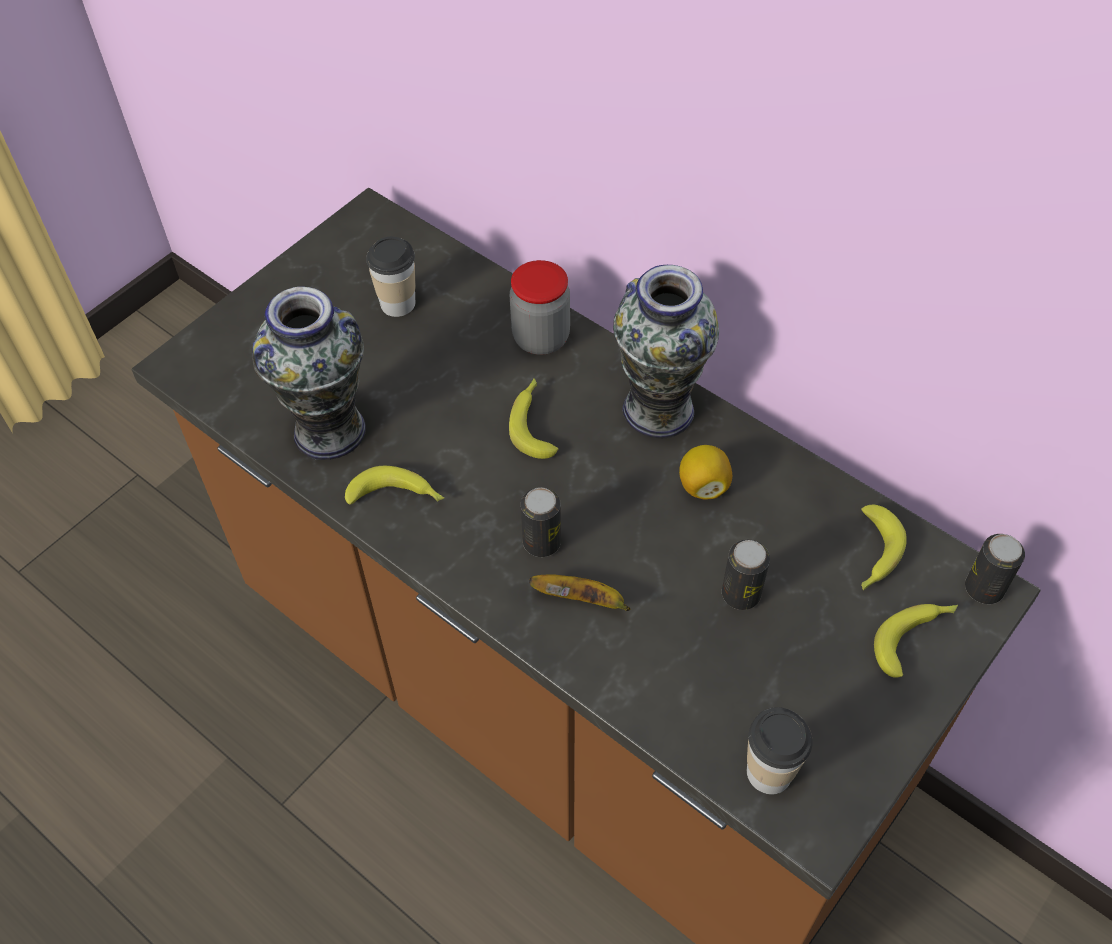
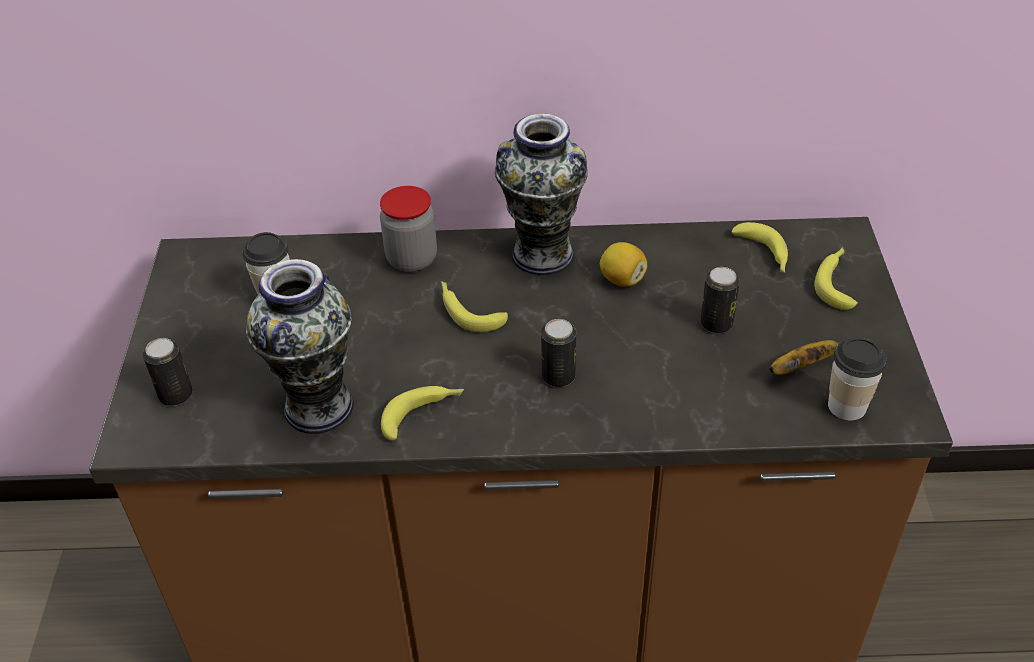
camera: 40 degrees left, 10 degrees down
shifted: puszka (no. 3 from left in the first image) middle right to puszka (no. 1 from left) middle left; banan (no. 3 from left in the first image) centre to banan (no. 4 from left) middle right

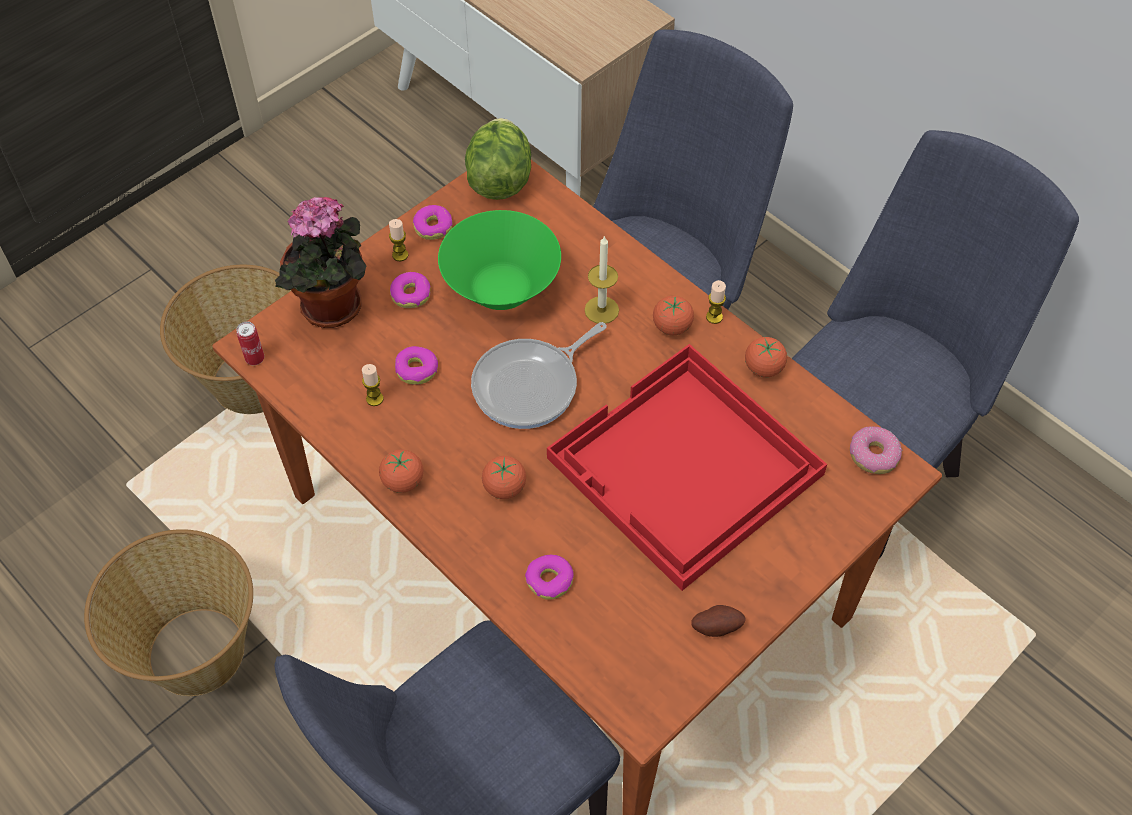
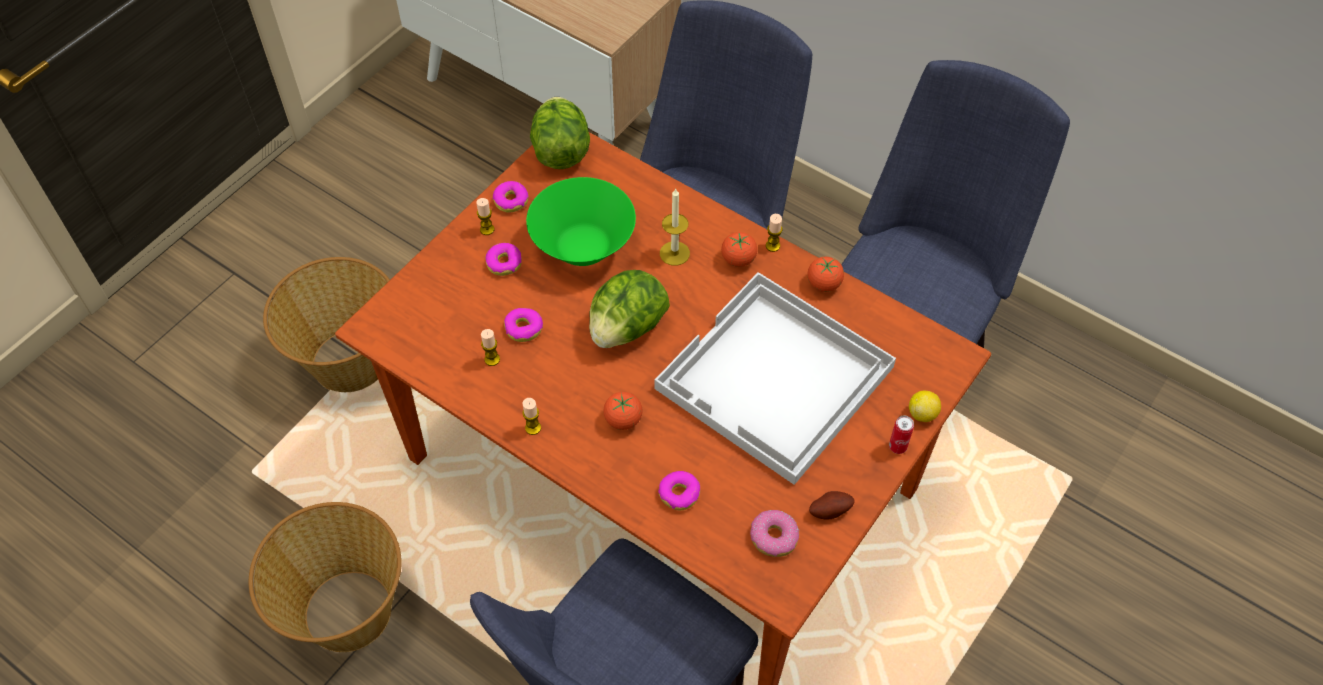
camera: 10 degrees left, 0 degrees up
gone: roślina doniczkowa top left
new: cytryna middle right
shifted: puszka middle left to middle right; donut (no. 5 from left) middle right to bottom centre
swapped: patelnia centre to sałata (no. 2 from left) centre; pomidor (no. 1 from left) centre to świeca (no. 3 from left) centre
repainted: taca/czerwony centre to taca/biały centre

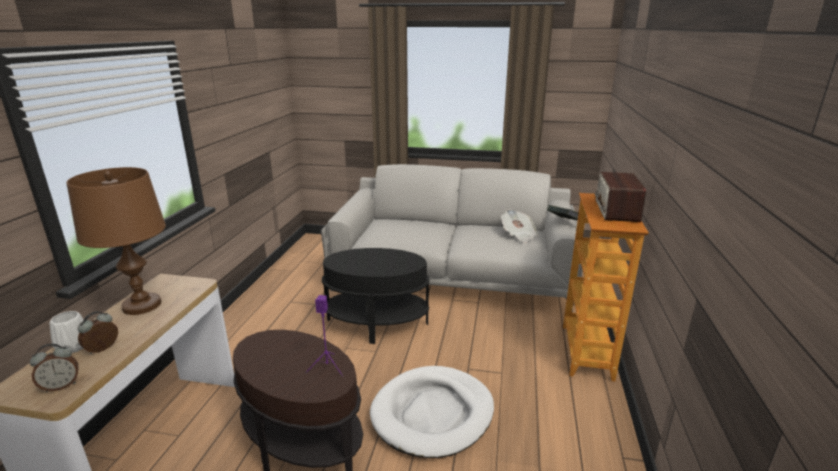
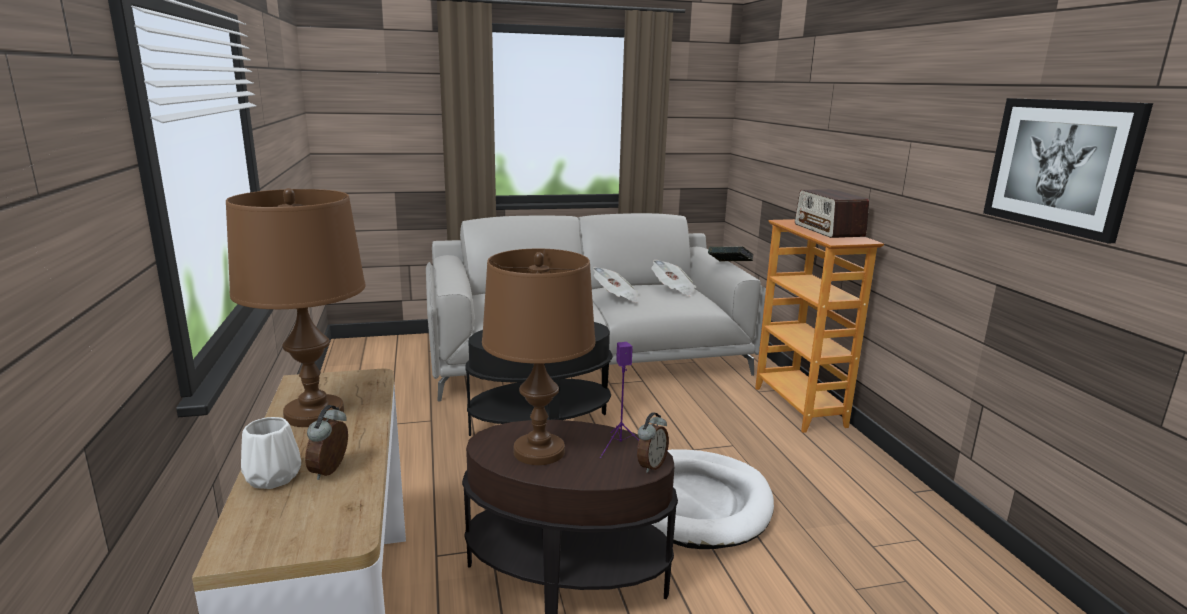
camera: 25 degrees left, 5 degrees down
new: obraz top right; lampa stołowa/brązowy (no. 2 from left) centre; gazeta (no. 1 from left) centre
shifted: budzik (no. 1 from left in the first image) bottom left to budzik (no. 2 from left) bottom centre

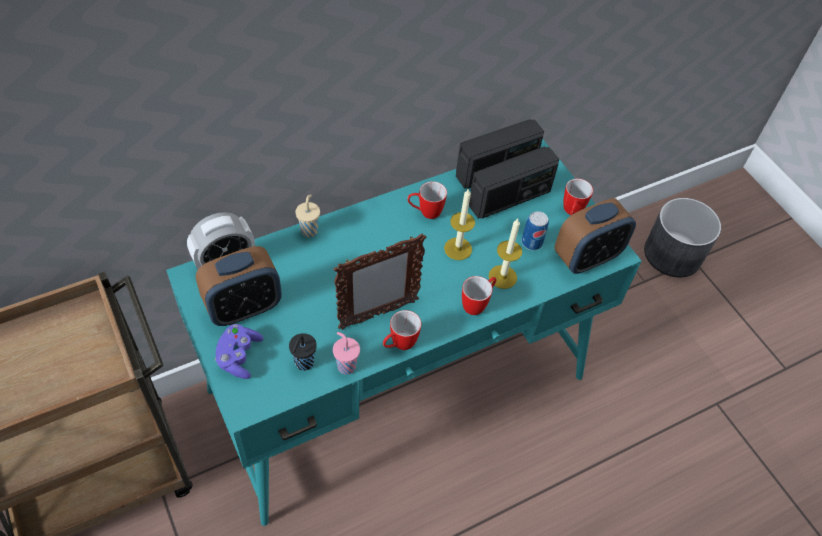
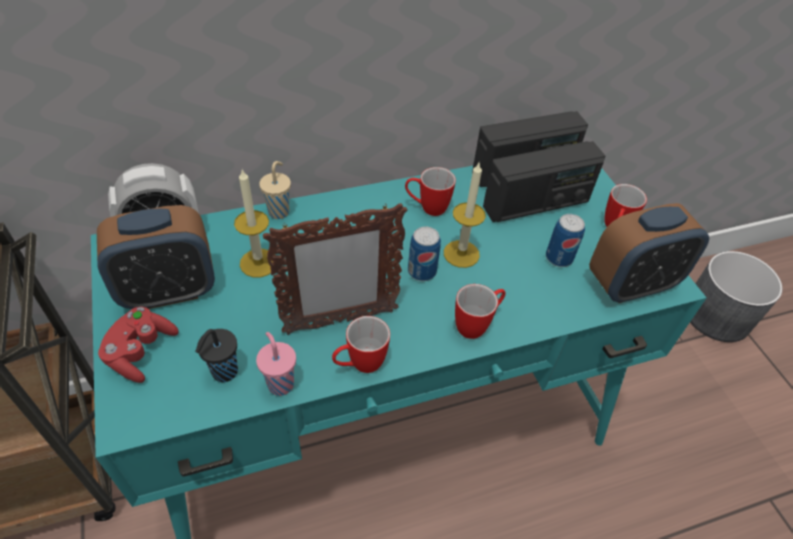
camera: 10 degrees right, 5 degrees down
new: puszka (no. 1 from left) centre
shifted: świeca (no. 2 from left in the first image) centre to świeca (no. 1 from left) middle left
repainted: pad do gier/fioletowy middle left to pad do gier/czerwony middle left

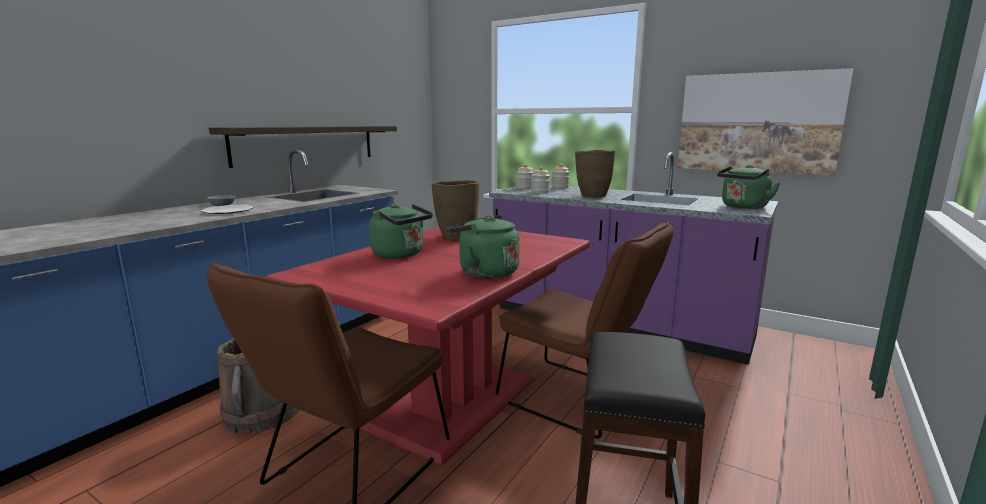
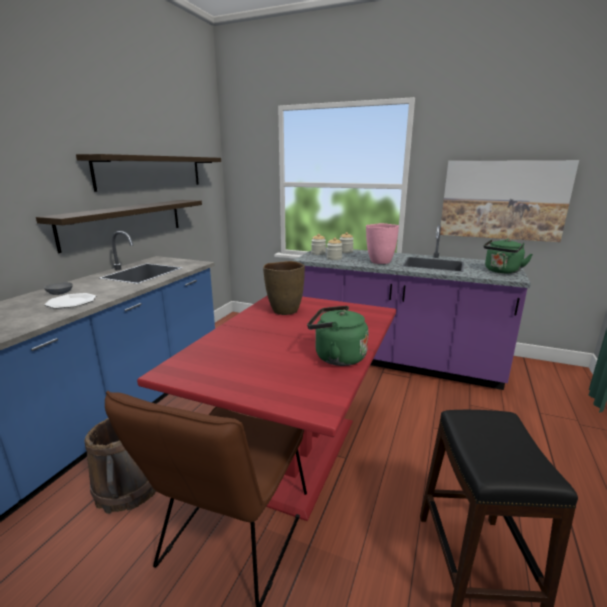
camera: 10 degrees left, 5 degrees up
gone: czajnik/zielony (no. 1 from left) centre; krzesło/brązowy (no. 2 from left) centre
new: półka (no. 2 from left) top left
repainted: wazon/brązowy (no. 2 from left) centre to wazon/różowy centre

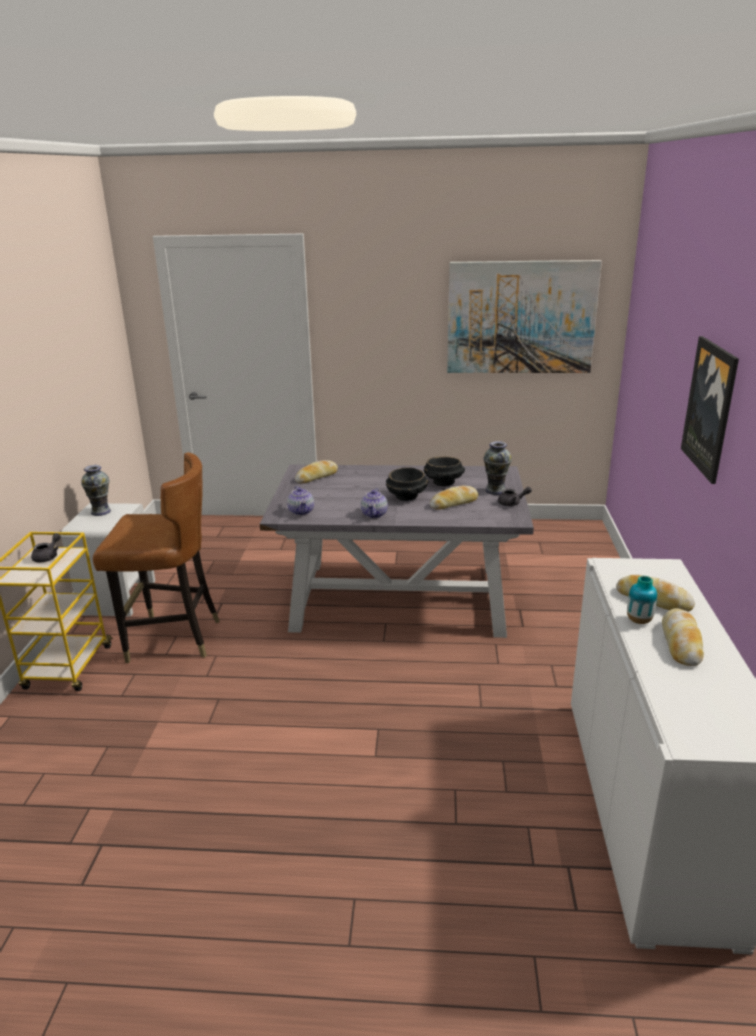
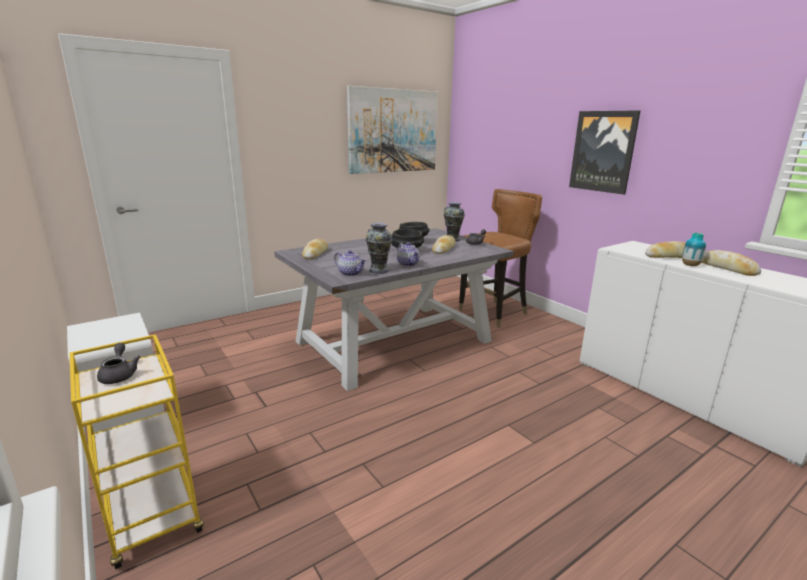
camera: 40 degrees left, 5 degrees down
shifted: krzesło/brązowy middle left to centre; wazon (no. 1 from left) middle left to centre

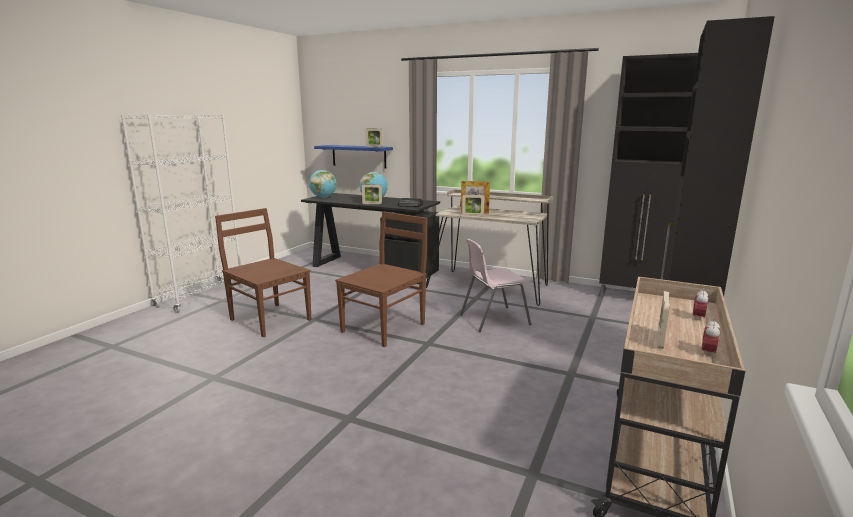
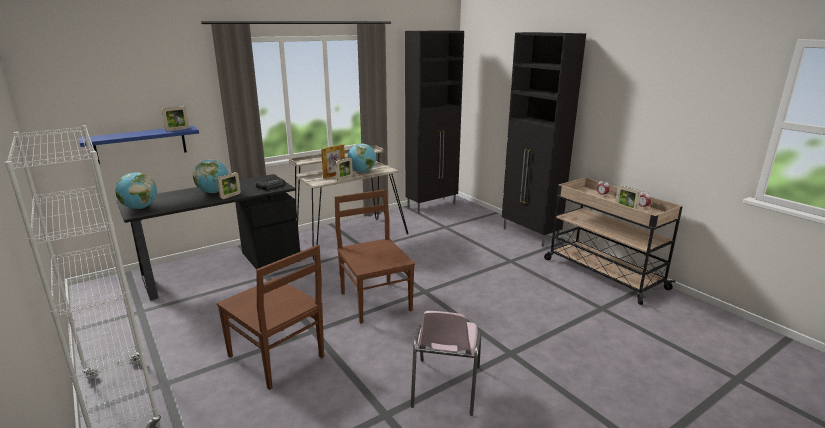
camera: 60 degrees left, 5 degrees up
new: globus (no. 3 from left) centre
shifted: krzesło/różowy centre to bottom centre
rotated: krzesło/brązowy (no. 1 from left) middle left = bottom left 120 degrees counterclockwise

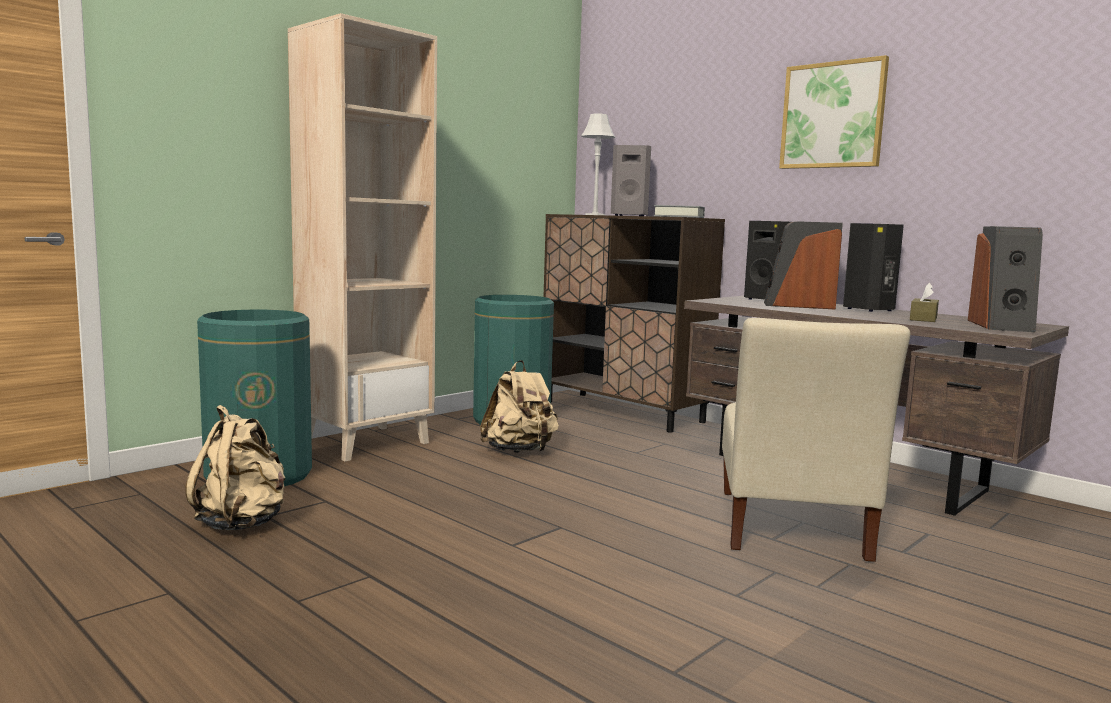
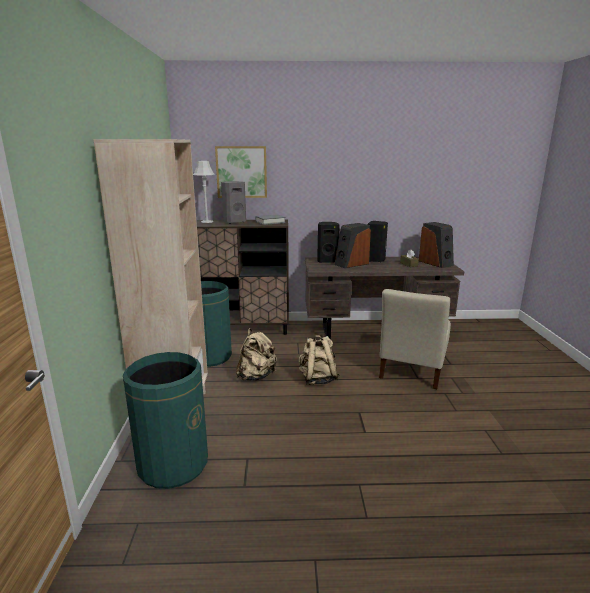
camera: 45 degrees left, 10 degrees up
shifted: obraz top right to top centre; plecak/beżowy (no. 1 from left in the first image) middle left to plecak/beżowy (no. 2 from left) centre
rotated: krzesło/beżowy middle right = middle right 60 degrees clockwise

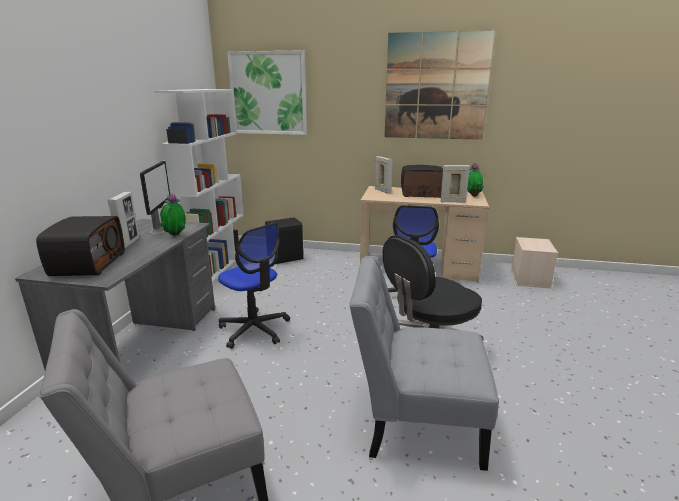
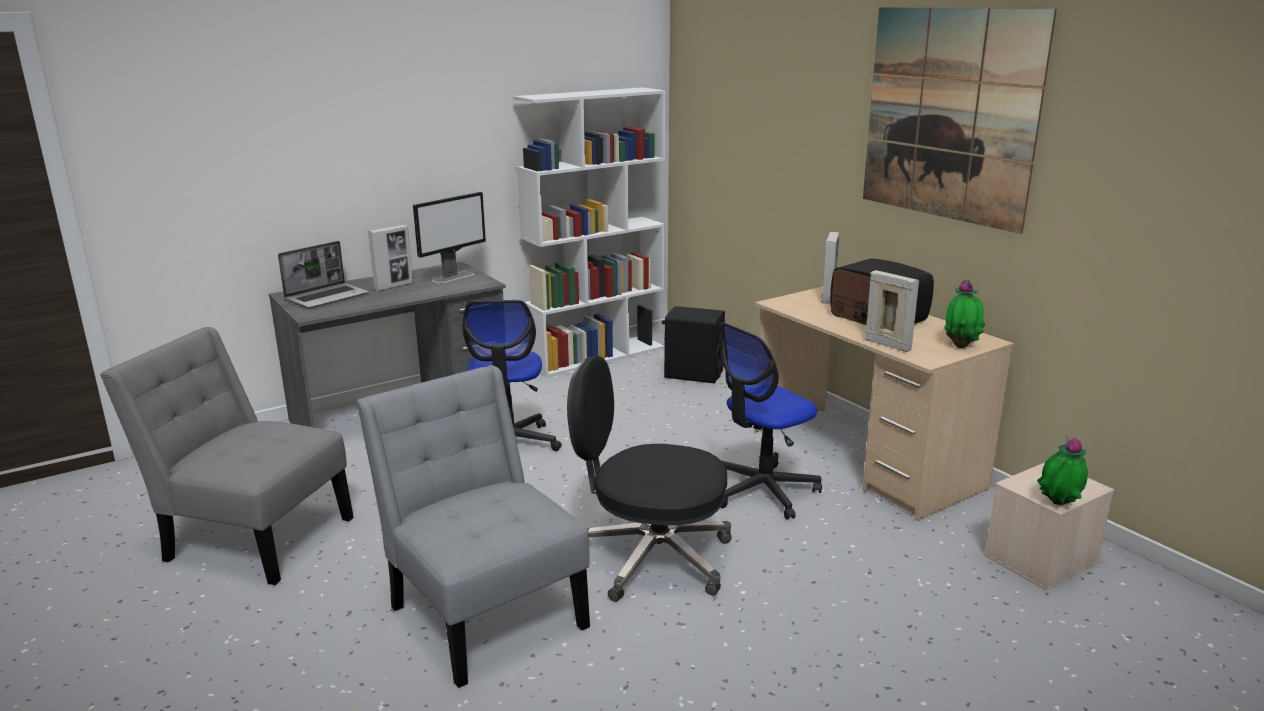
camera: 45 degrees right, 0 degrees up
gone: obraz (no. 1 from left) top centre
shifted: roślina doniczkowa (no. 1 from left in the first image) middle left to roślina doniczkowa (no. 2 from left) middle right
swapped: radio (no. 1 from left) middle left to laptop middle left

